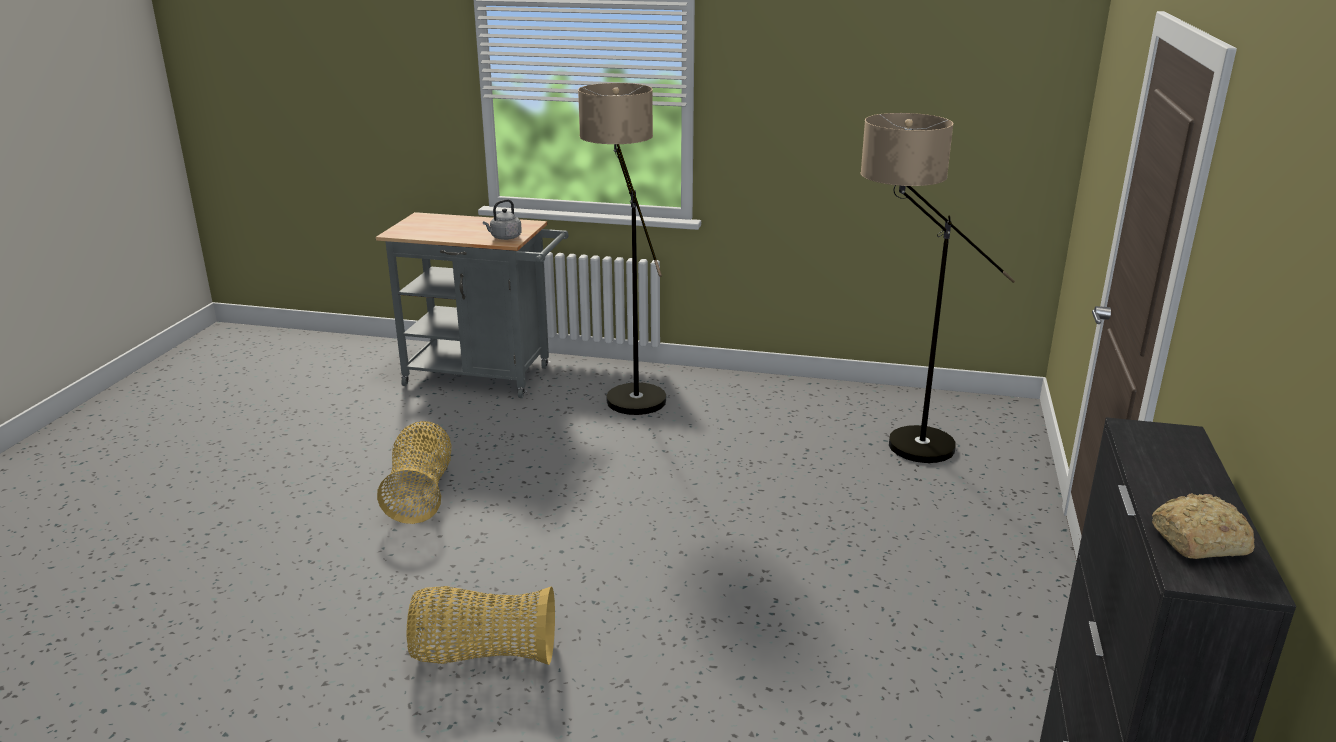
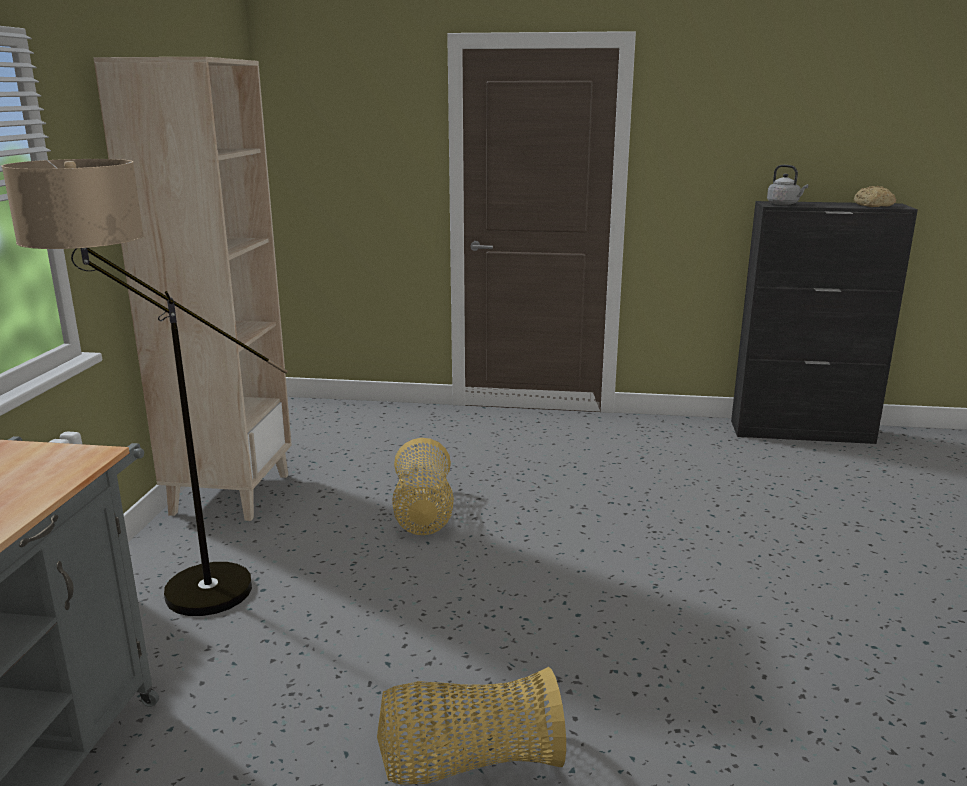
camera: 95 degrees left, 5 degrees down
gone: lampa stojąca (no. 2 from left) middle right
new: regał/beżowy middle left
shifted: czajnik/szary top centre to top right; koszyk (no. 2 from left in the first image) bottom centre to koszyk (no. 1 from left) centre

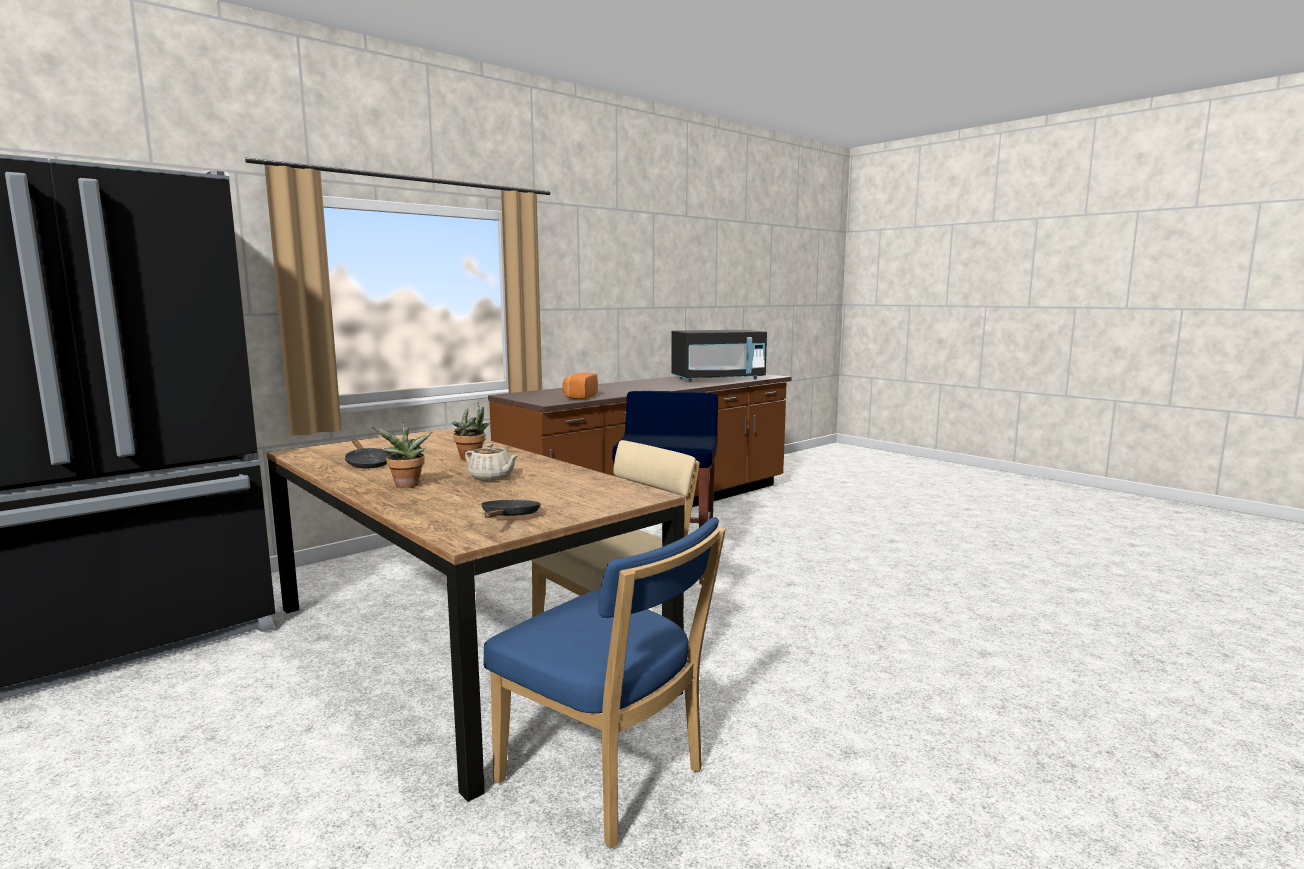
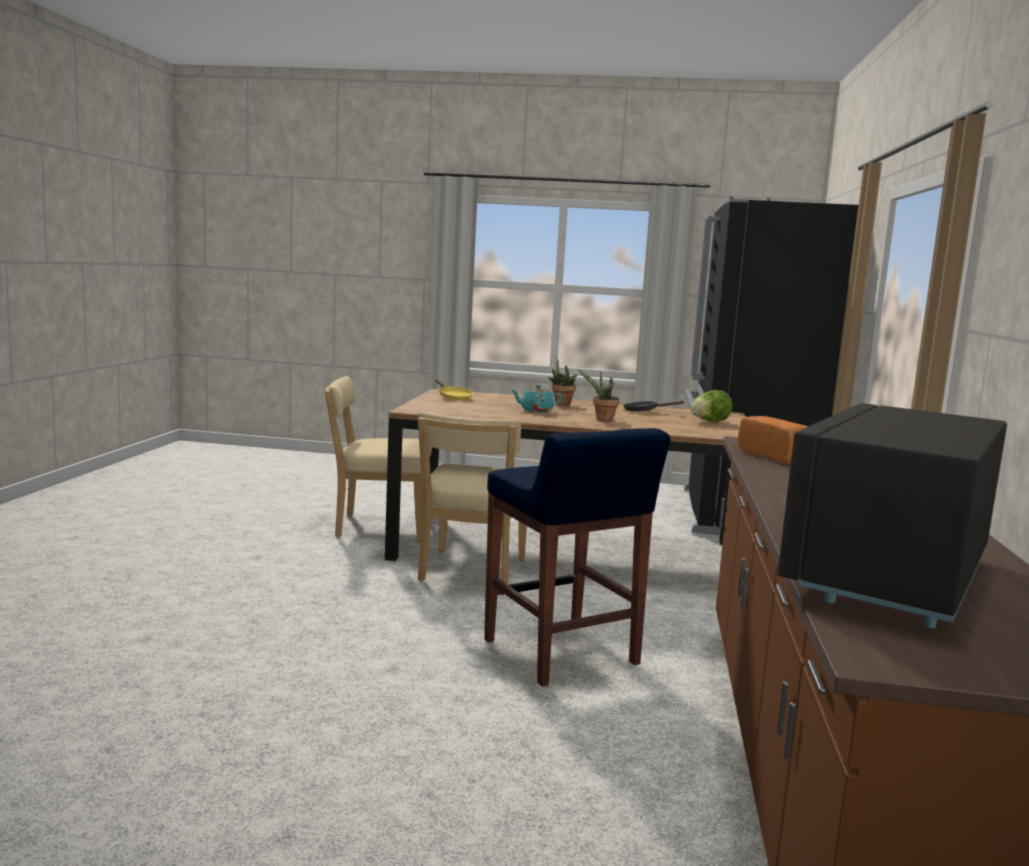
camera: 140 degrees right, 0 degrees up
new: sałata middle right
repainted: imbryk/beżowy centre to imbryk/turkusowy centre; patelnia/czarny (no. 2 from left) centre to patelnia/żółty centre; krzesło/niebieski bottom centre to krzesło/beżowy (no. 1 from left) centre

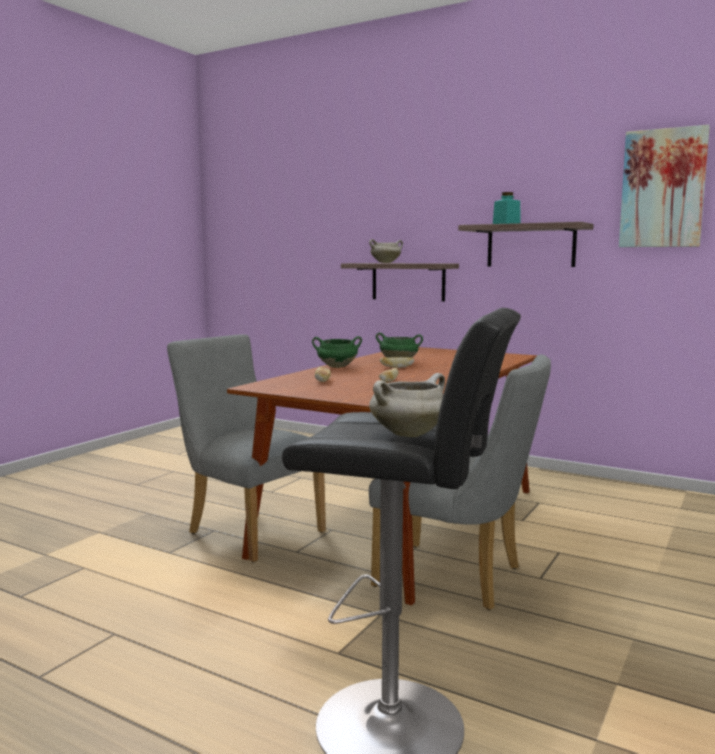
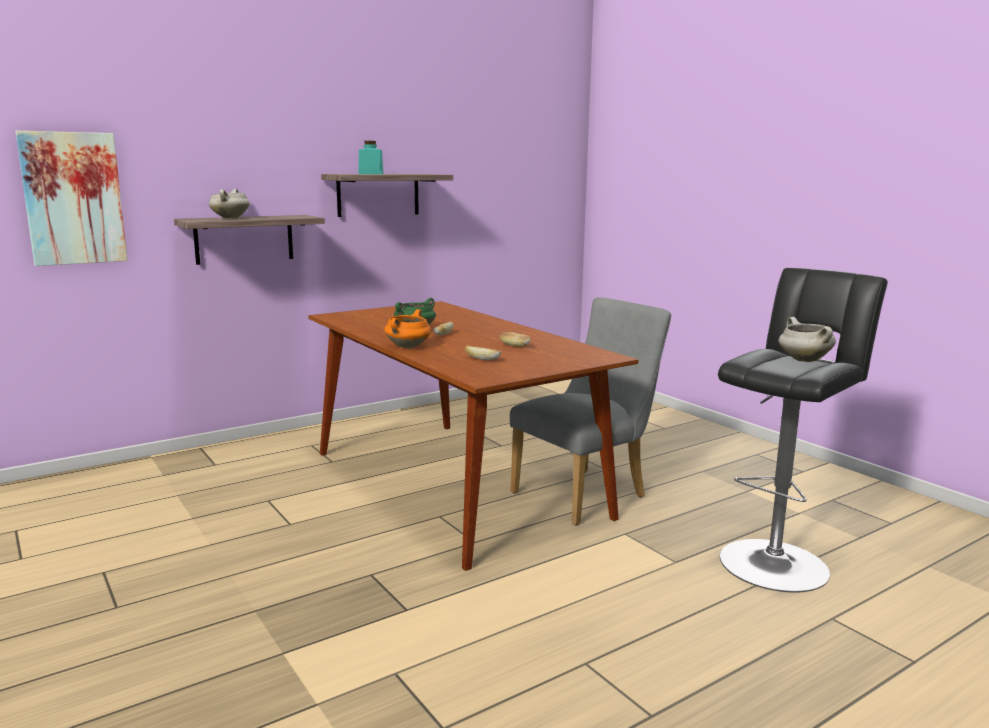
camera: 65 degrees left, 5 degrees up
gone: krzesło/szary (no. 1 from left) centre
shifted: obraz top right to top left
repainted: garnek/zielony (no. 1 from left) centre to garnek/pomarańczowy centre

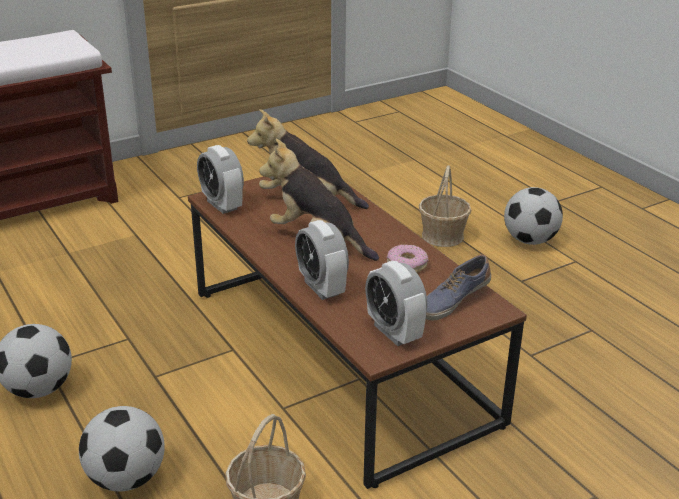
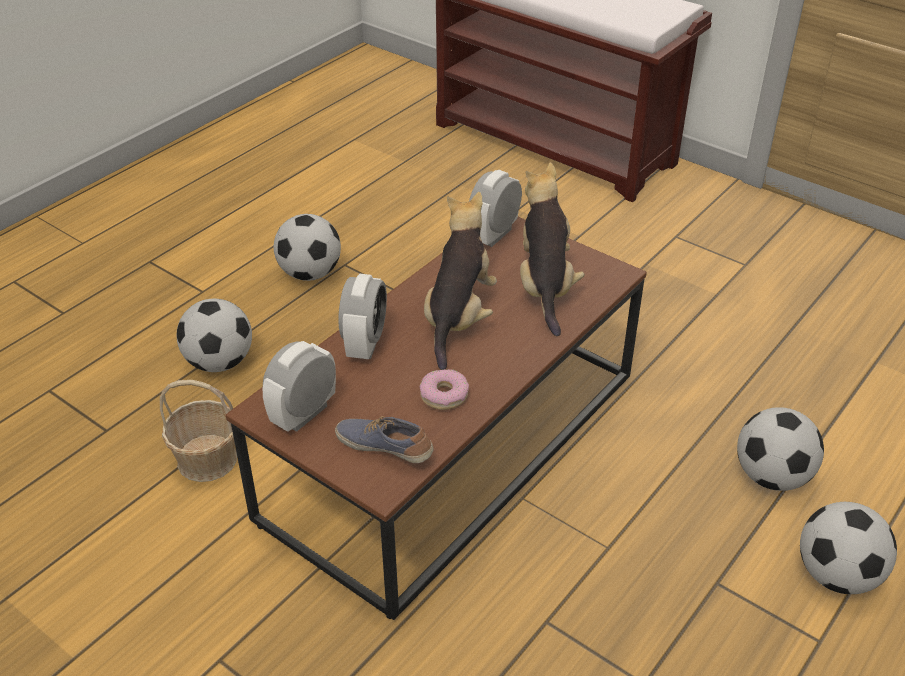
camera: 70 degrees right, 10 degrees up
swapped: koszyk (no. 2 from left) centre to piłka futbolowa (no. 3 from left) middle right
rotated: budzik (no. 2 from left) centre = centre 150 degrees clockwise

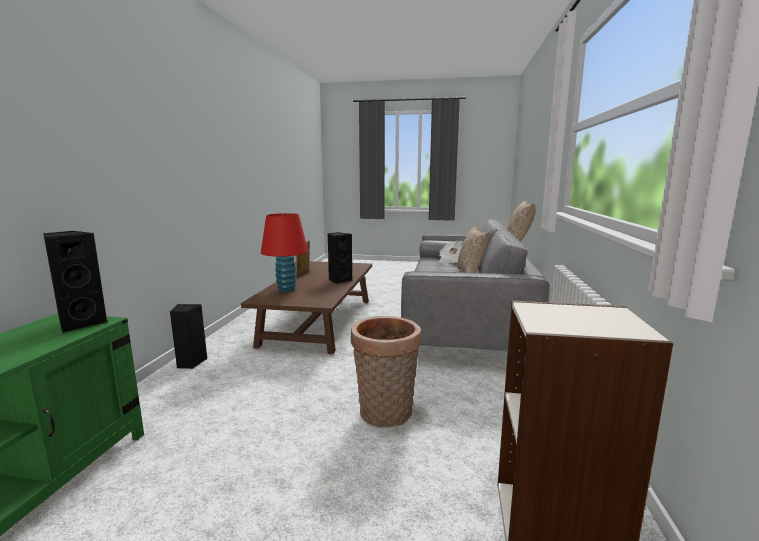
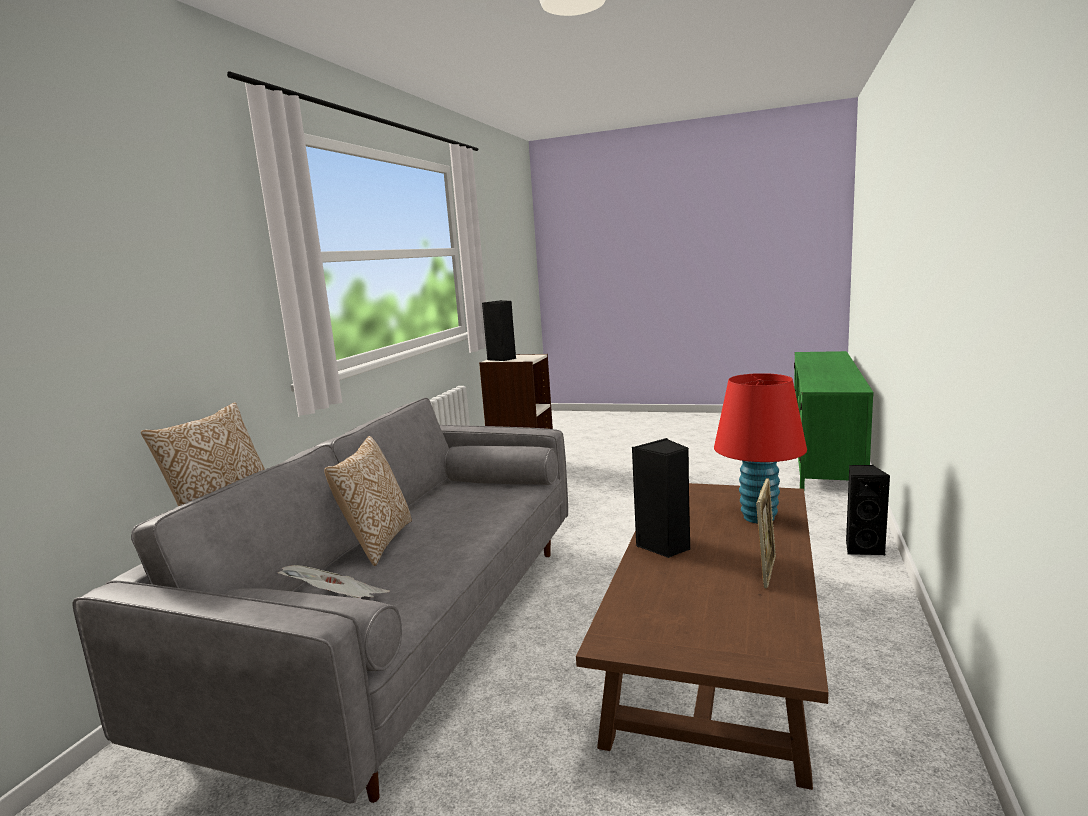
camera: 170 degrees left, 0 degrees up
gone: koszyk bottom centre
shifted: głośnik/czarny (no. 1 from left) middle left to centre

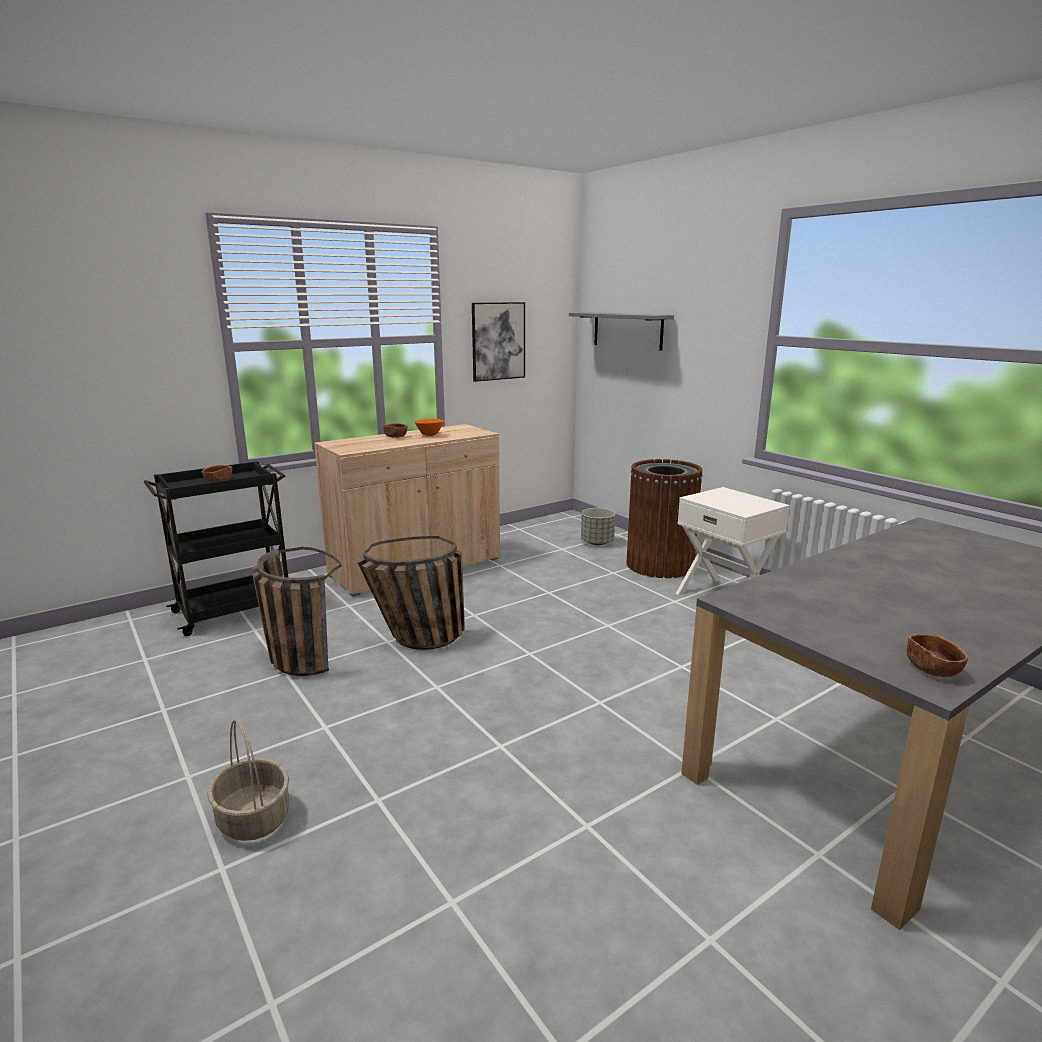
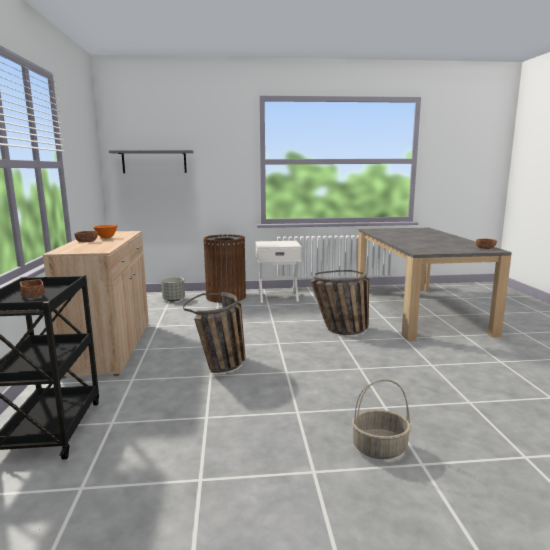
camera: 60 degrees left, 5 degrees down
gone: obraz top centre
shifted: koszyk (no. 2 from left) middle left to centre

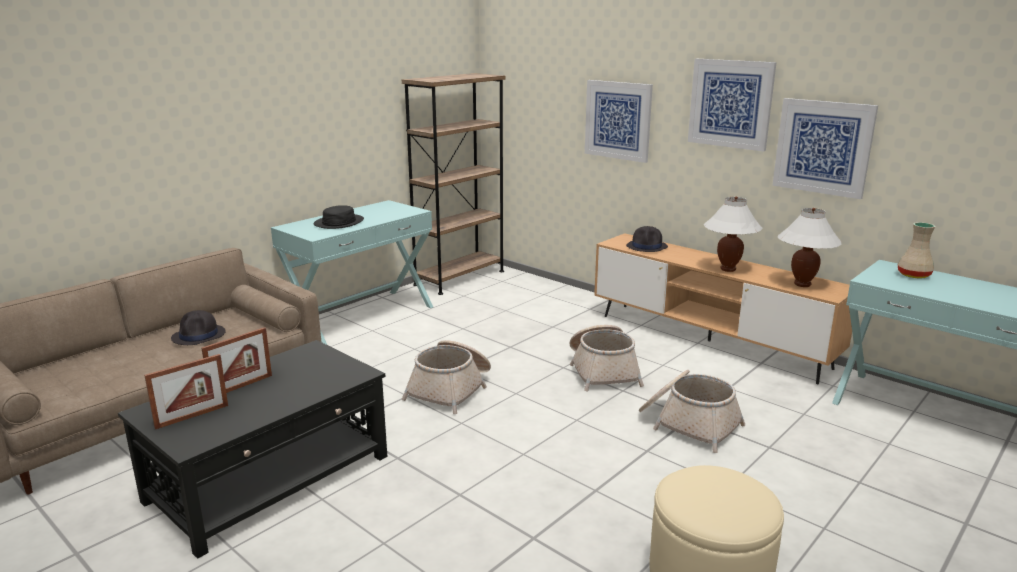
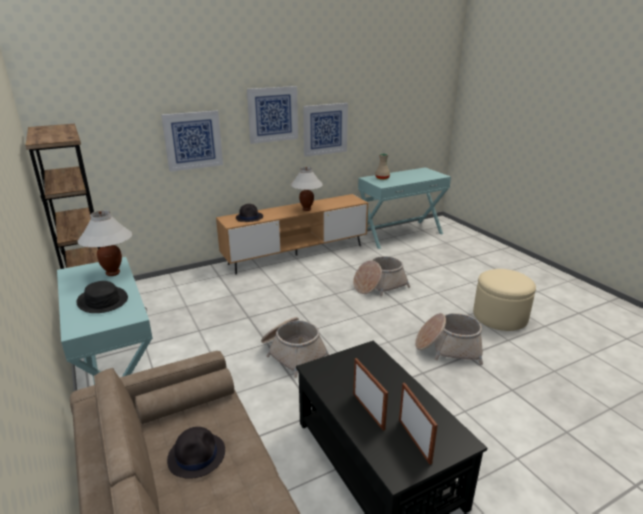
camera: 70 degrees left, 5 degrees up
shifted: lampa stołowa/biały (no. 2 from left in the first image) middle right to lampa stołowa/biały (no. 1 from left) middle left; koszyk (no. 2 from left in the first image) centre to koszyk (no. 3 from left) middle right

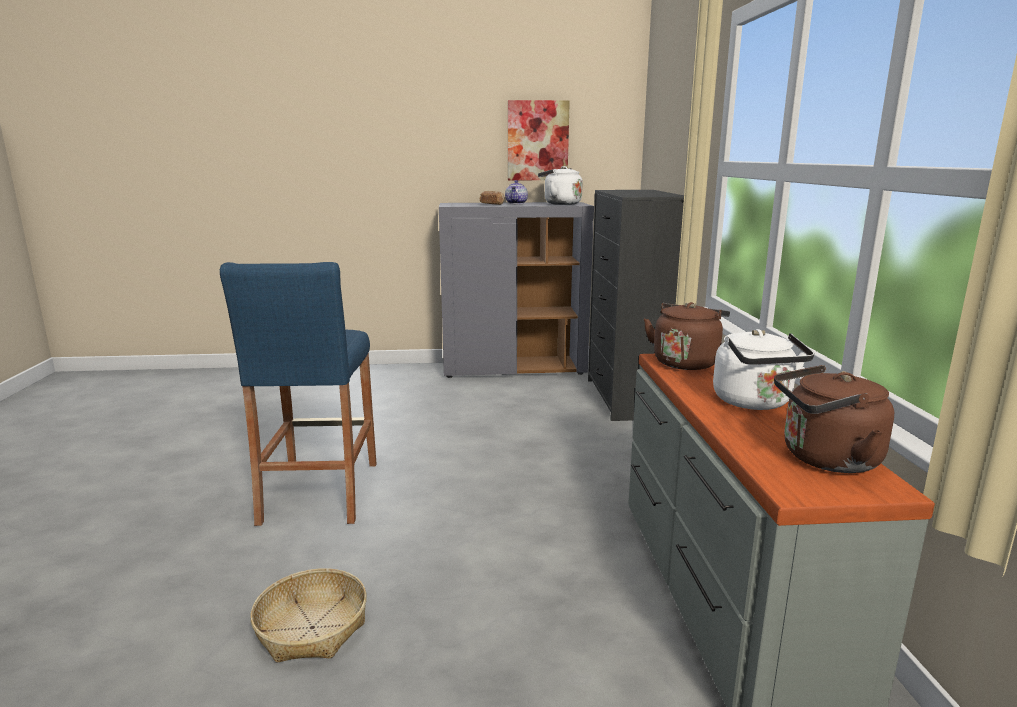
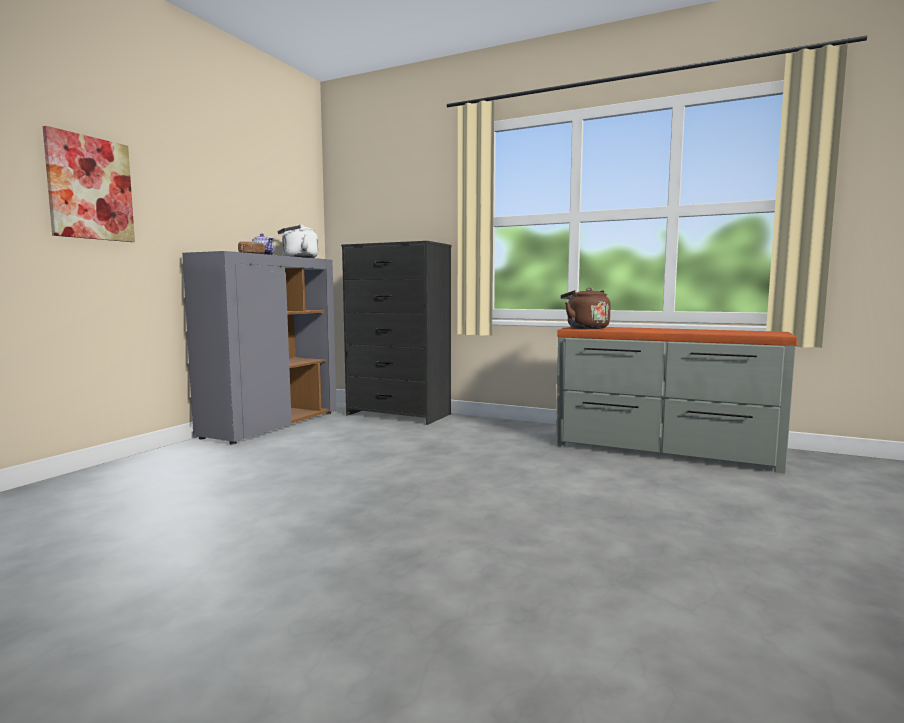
camera: 60 degrees left, 10 degrees down
gone: stołek/niebieski middle left; czajnik/biały (no. 2 from left) middle right; czajnik/brązowy (no. 2 from left) middle right; koszyk bottom left
shifted: obraz top centre to top left

